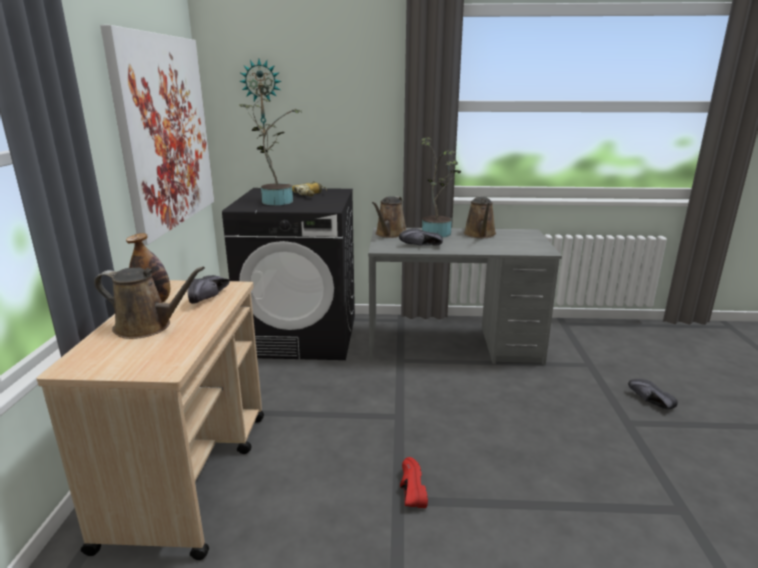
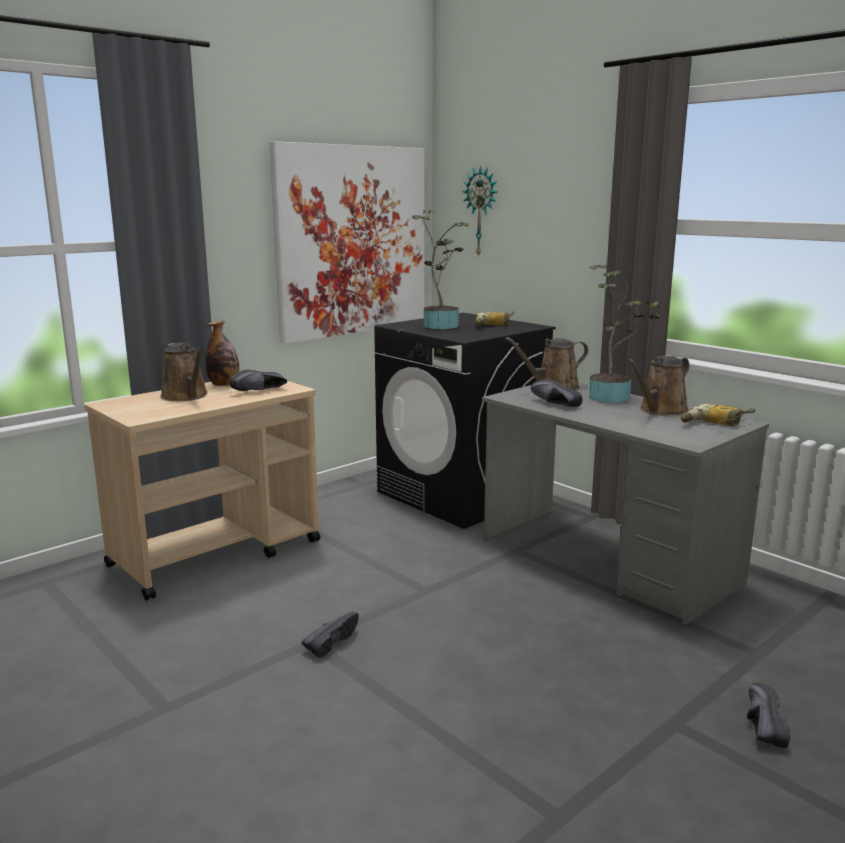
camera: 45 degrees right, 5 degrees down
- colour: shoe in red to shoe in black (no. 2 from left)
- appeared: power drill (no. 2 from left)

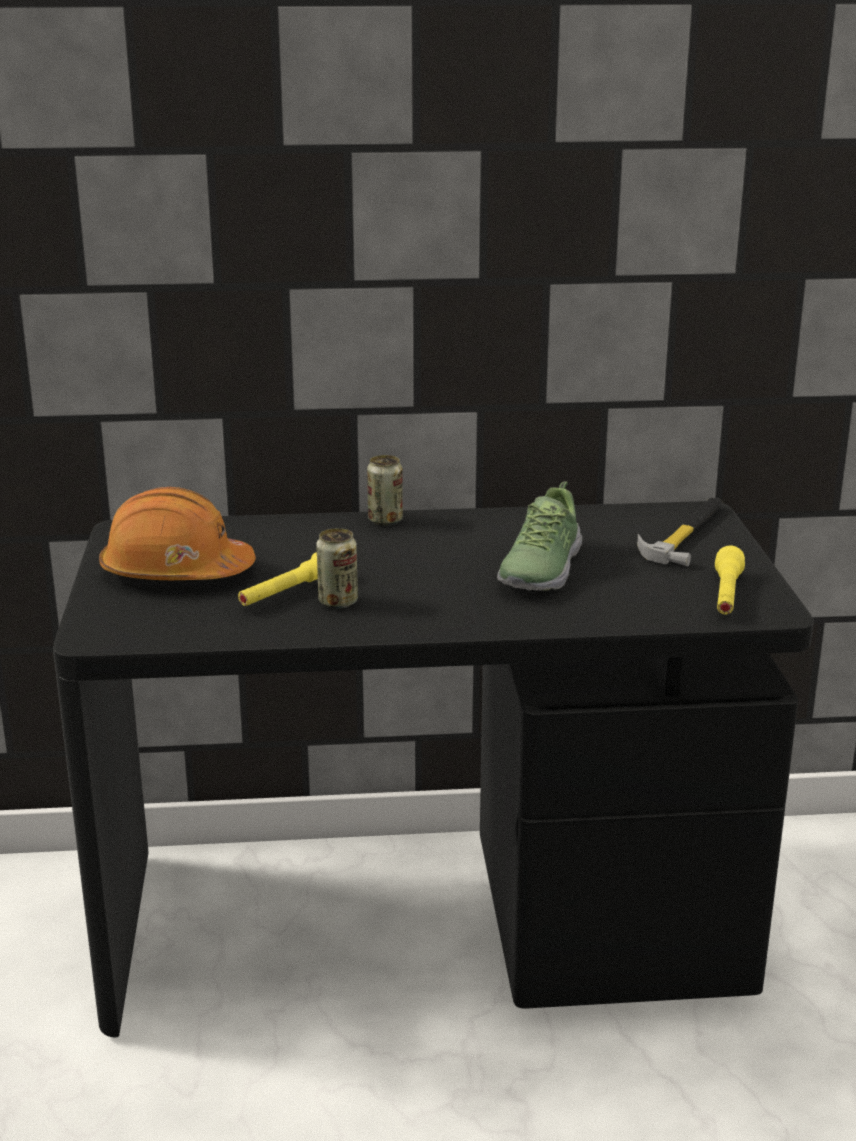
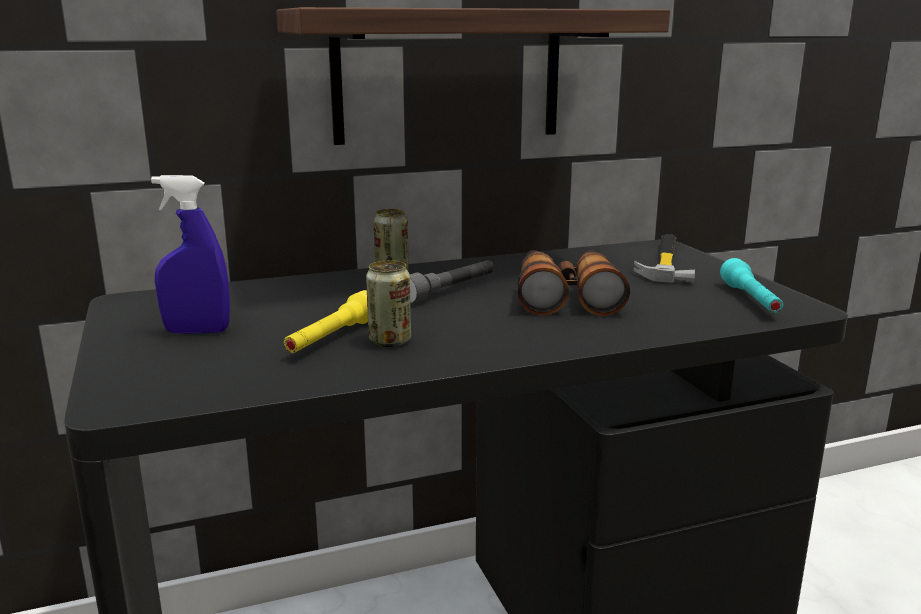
camera: 15 degrees left, 5 degrees down
- exchanged: shoe to binoculars
- exchanged: hard hat in orange to spray bottle in blue
- colour: flashlight in yellow (no. 2 from left) to flashlight in turquoise
- appeared: shelf
- appeared: flashlight in grey

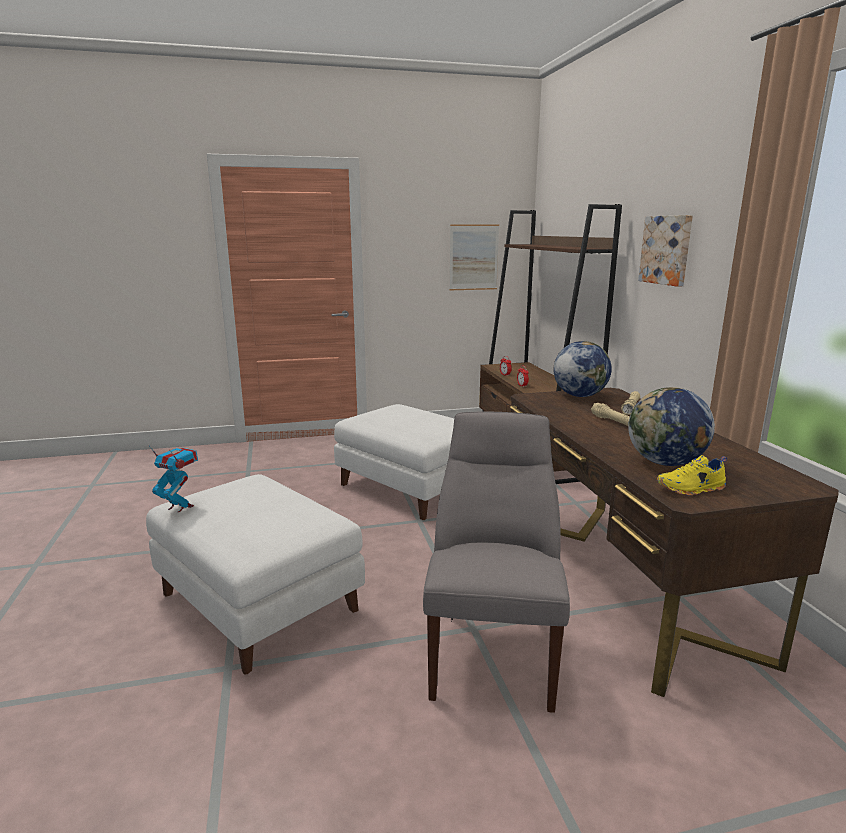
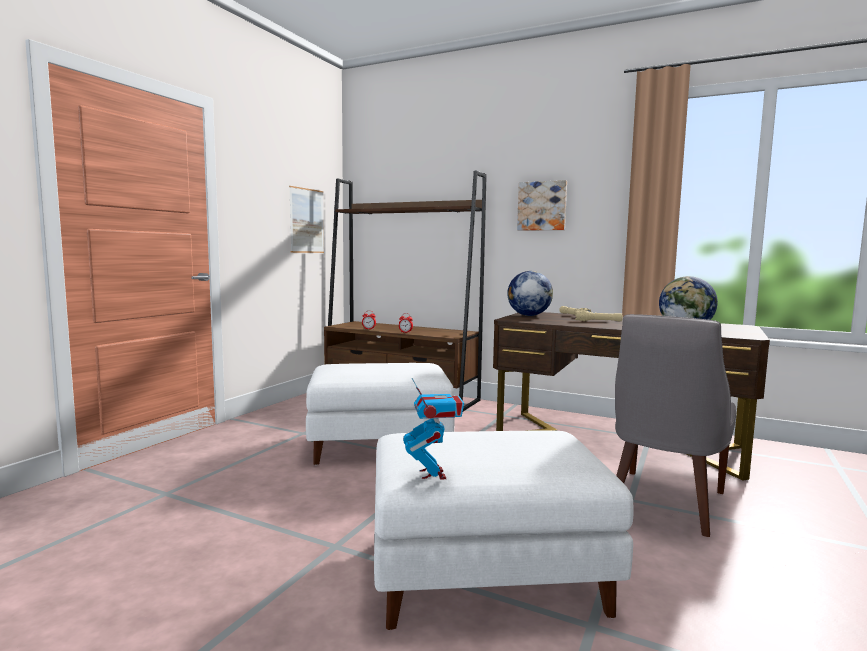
camera: 50 degrees left, 10 degrees down
- spun: chair in grey 105 degrees counterclockwise
- spun: toy robot 105 degrees clockwise
- missing: shoe in yellow

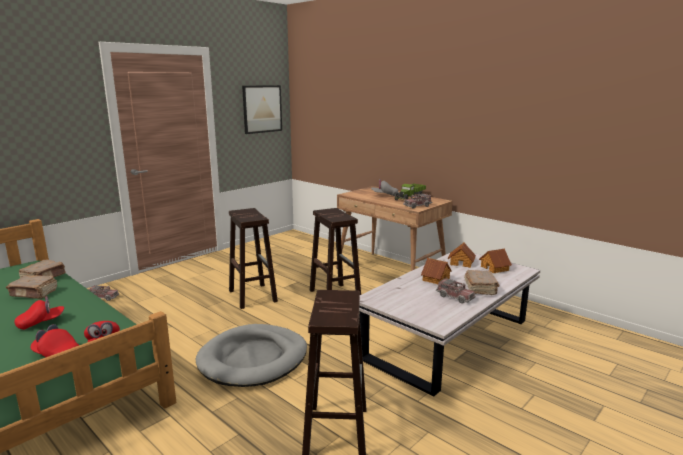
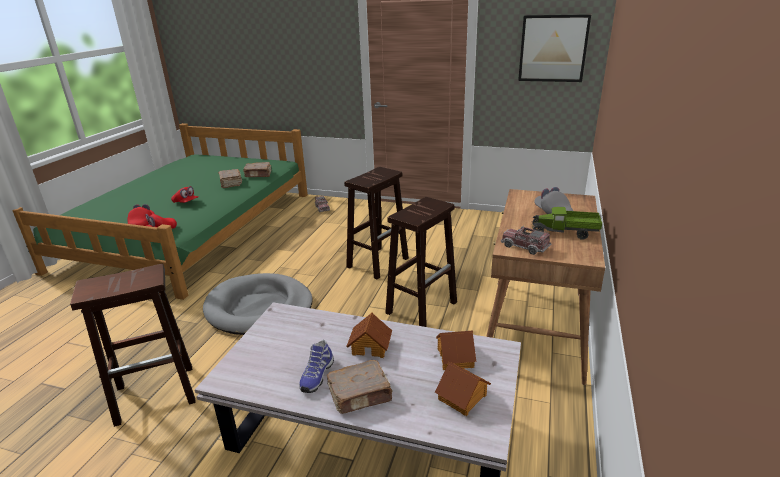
camera: 65 degrees right, 10 degrees up
- exchanged: toy truck (no. 4 from left) to shoe

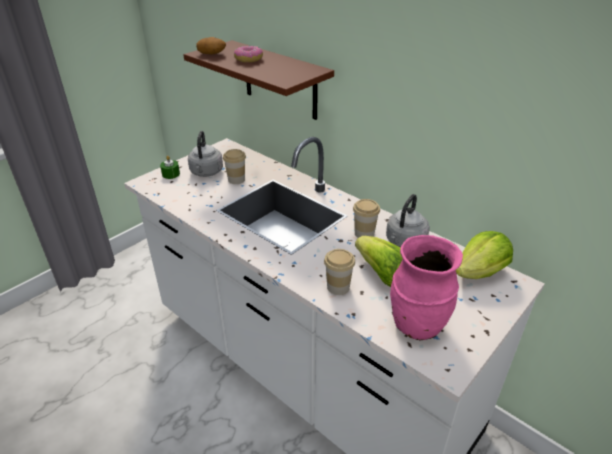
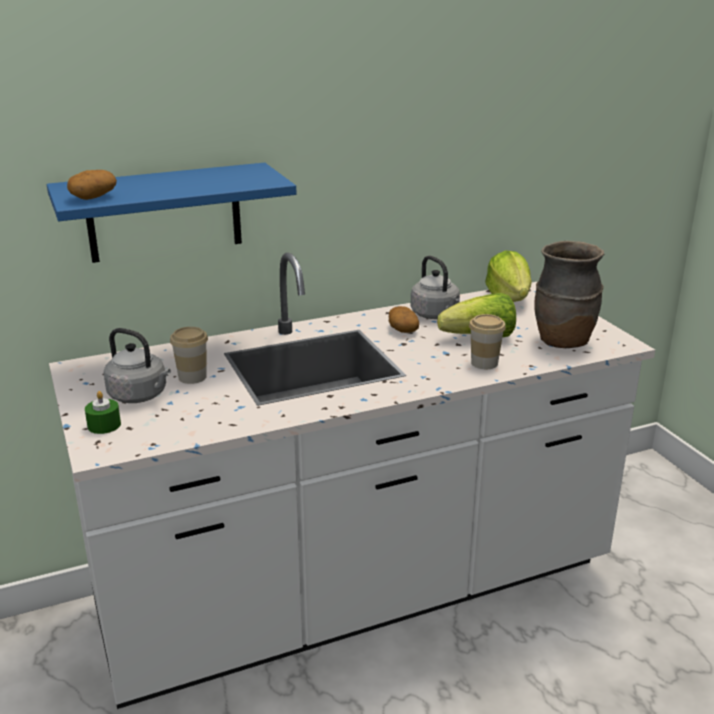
camera: 65 degrees left, 10 degrees down
- colour: shelf in brown to shelf in blue
- missing: donut
- exchanged: cup (no. 3 from left) to potato (no. 2 from left)
- colour: vase in pink to vase in brown

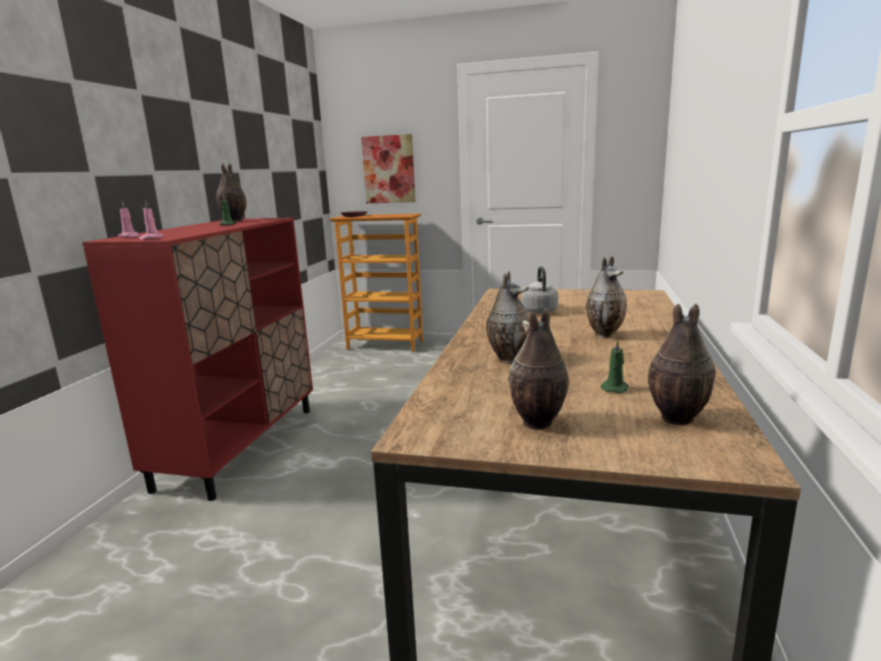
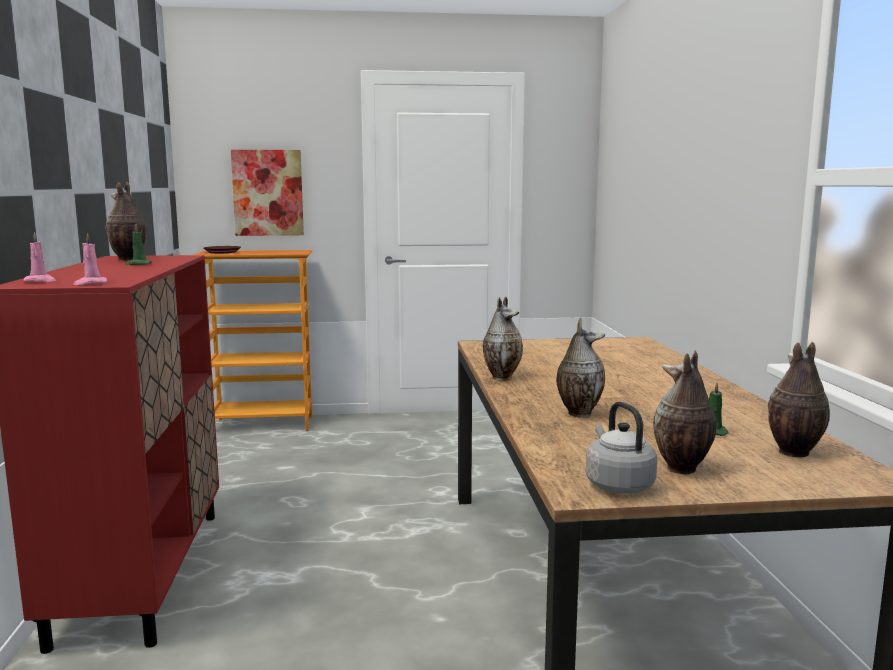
camera: 20 degrees left, 5 degrees down
- relocated: vase (no. 4 from left in the first image) to vase (no. 2 from left)
- relocated: kettle in grey

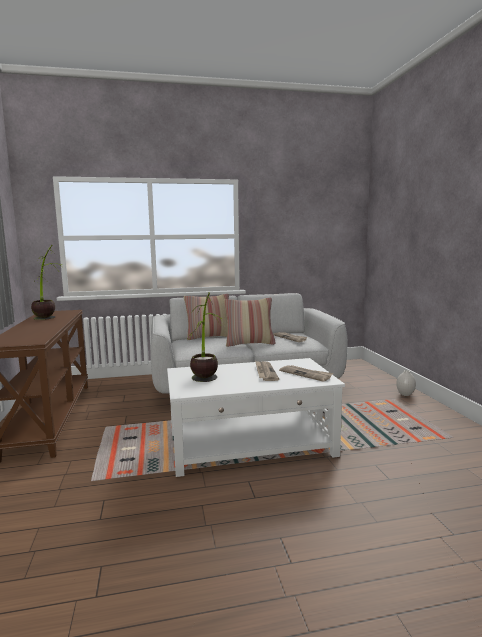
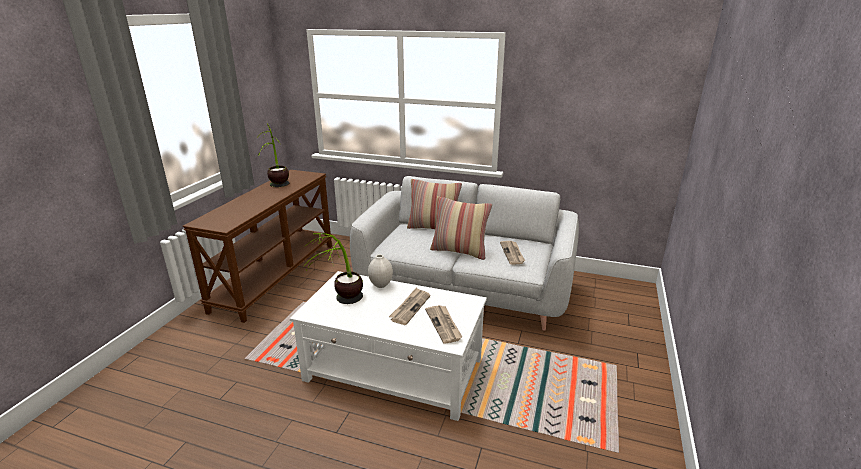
camera: 30 degrees right, 15 degrees up
- relocated: vase in white

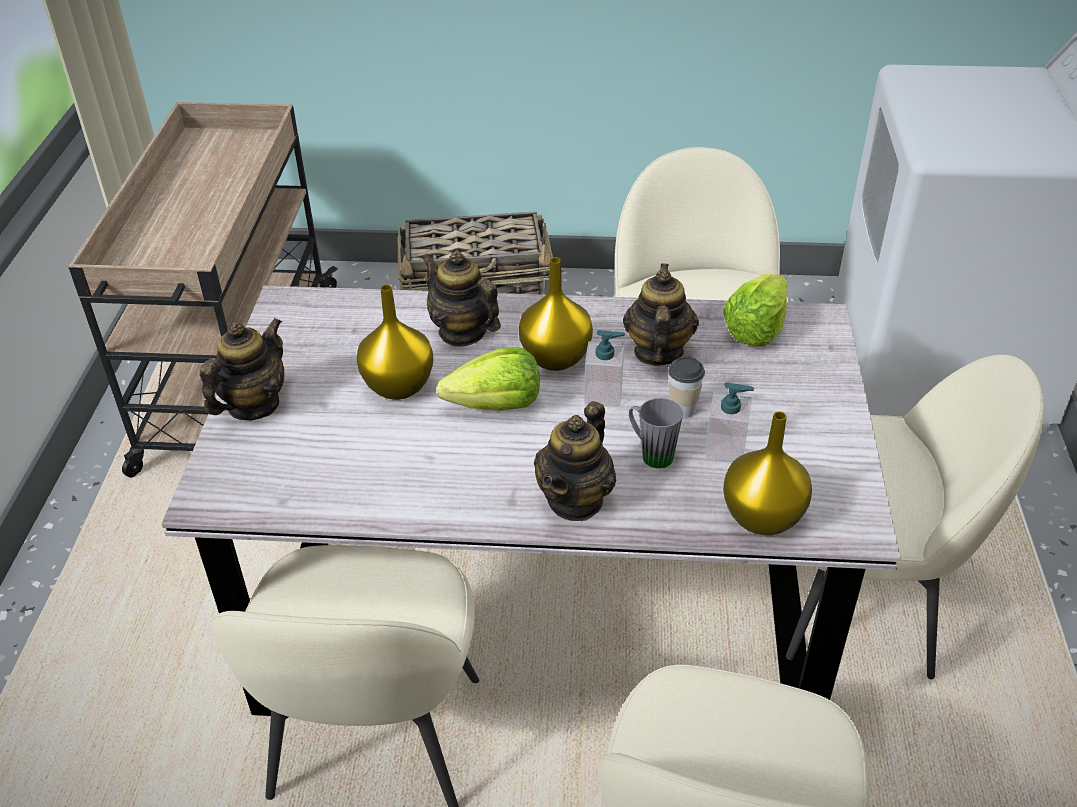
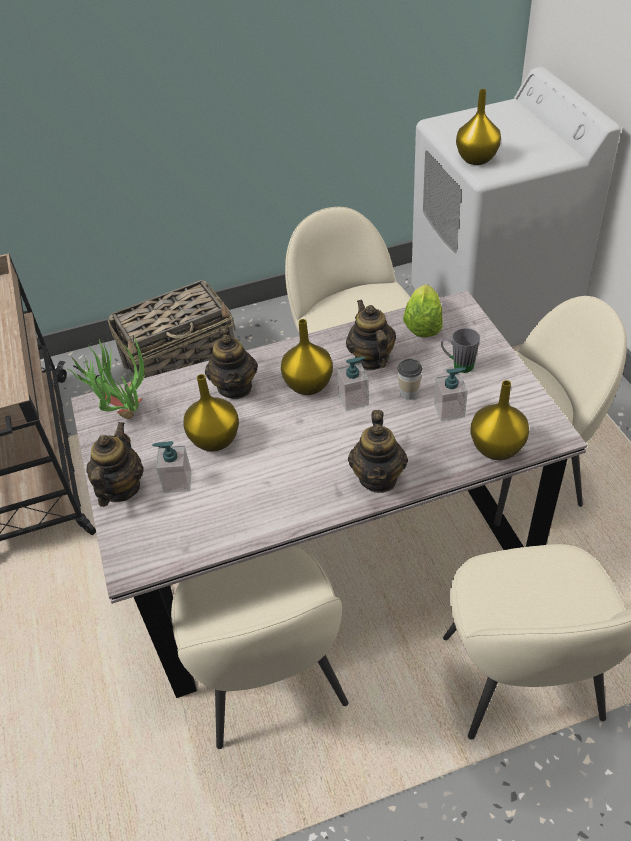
camera: 20 degrees left, 5 degrees up
- spun: teapot (no. 2 from left) 120 degrees counterclockwise
- missing: lettuce (no. 1 from left)
- relocated: mug in grey
- appeared: vase in yellow (no. 3 from left)
- appeared: potted plant
- appeared: soap dispenser (no. 1 from left)

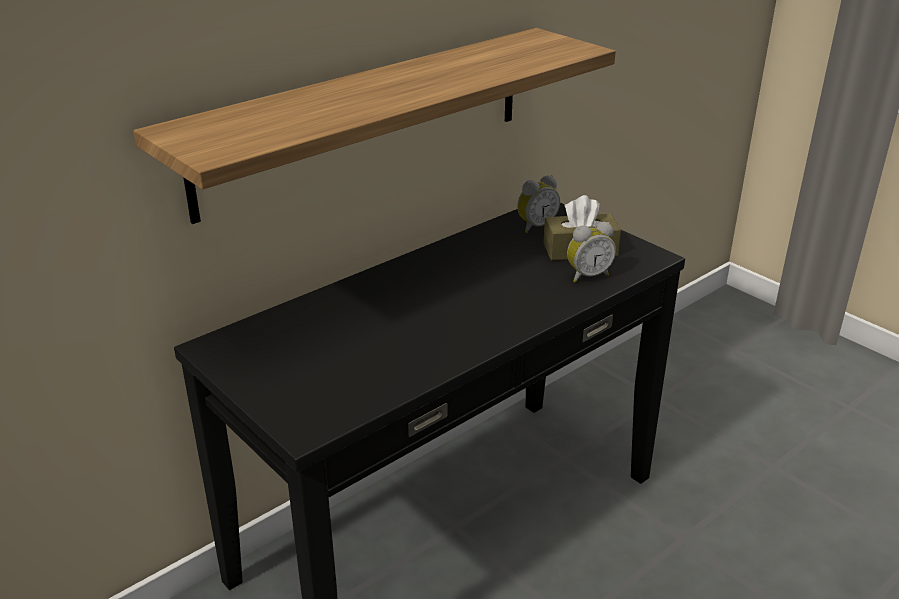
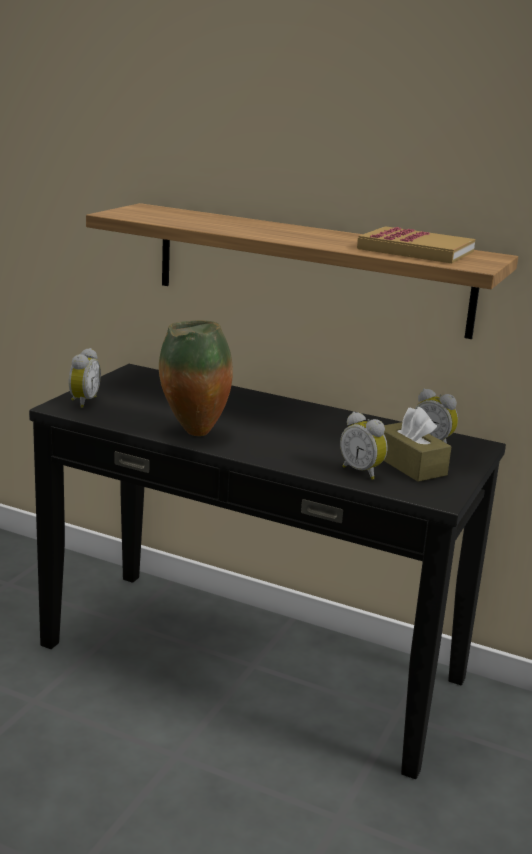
camera: 65 degrees right, 10 degrees down
- appeared: book
- appeared: vase
- appeared: alarm clock (no. 1 from left)

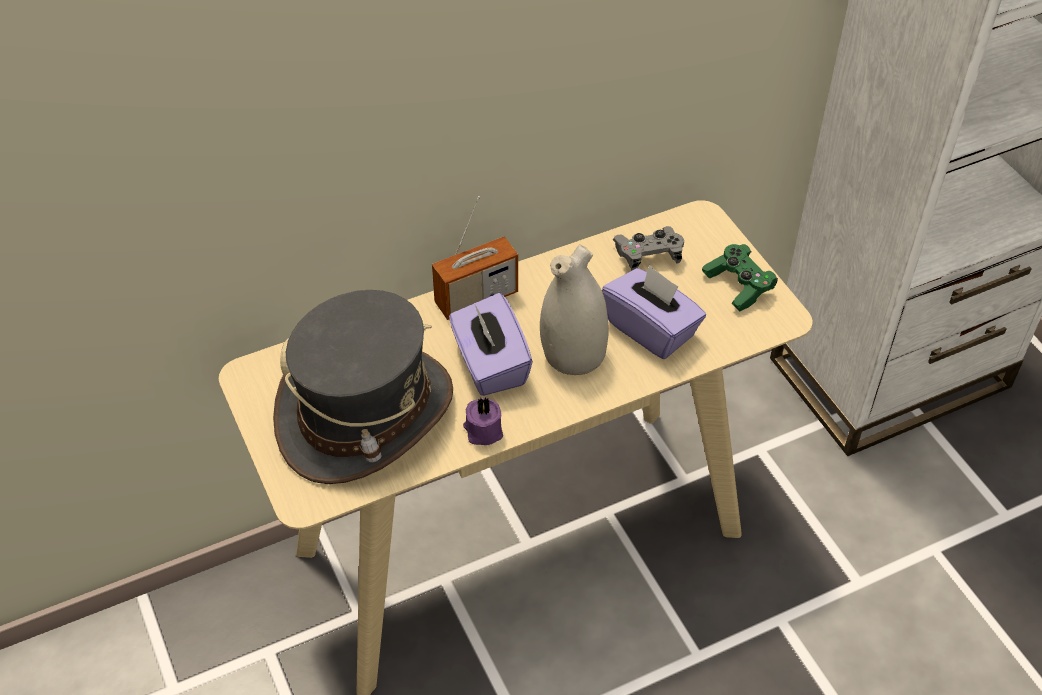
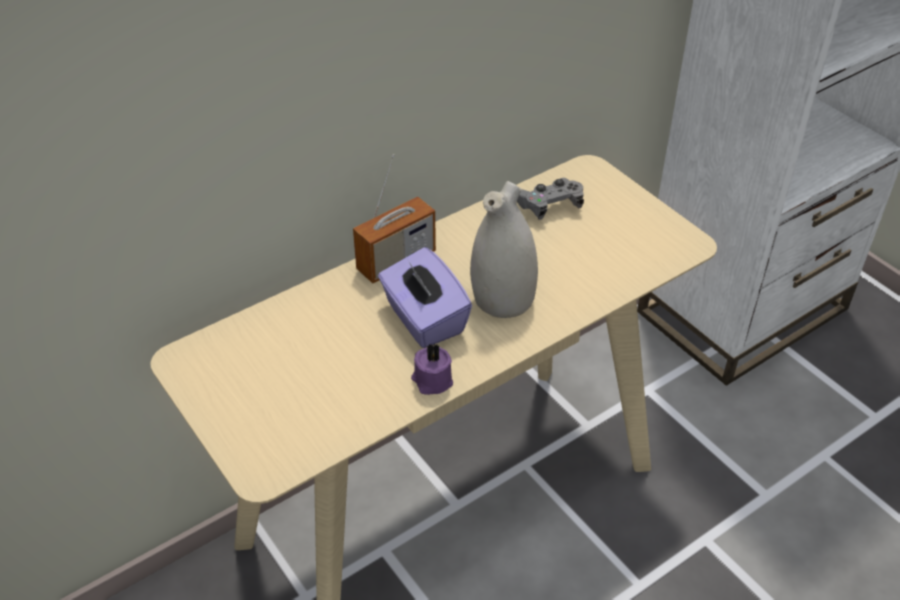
camera: 10 degrees left, 5 degrees down
- missing: game controller in green
- missing: tissue box in purple (no. 2 from left)
- missing: hat in grey

